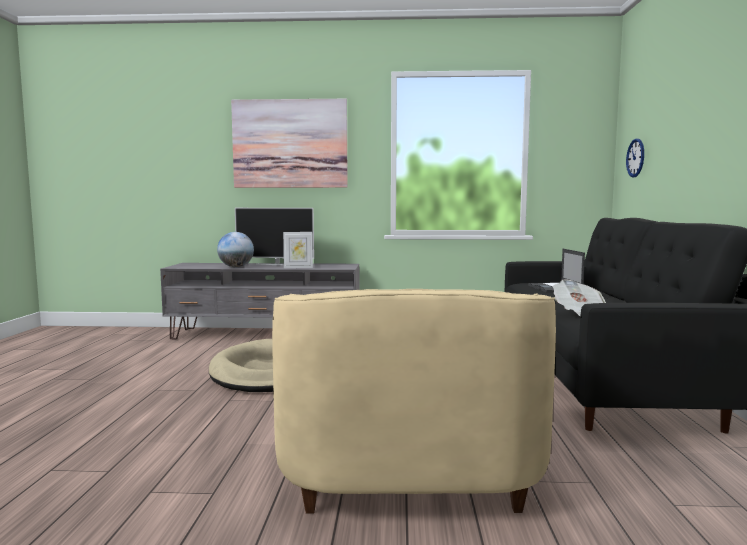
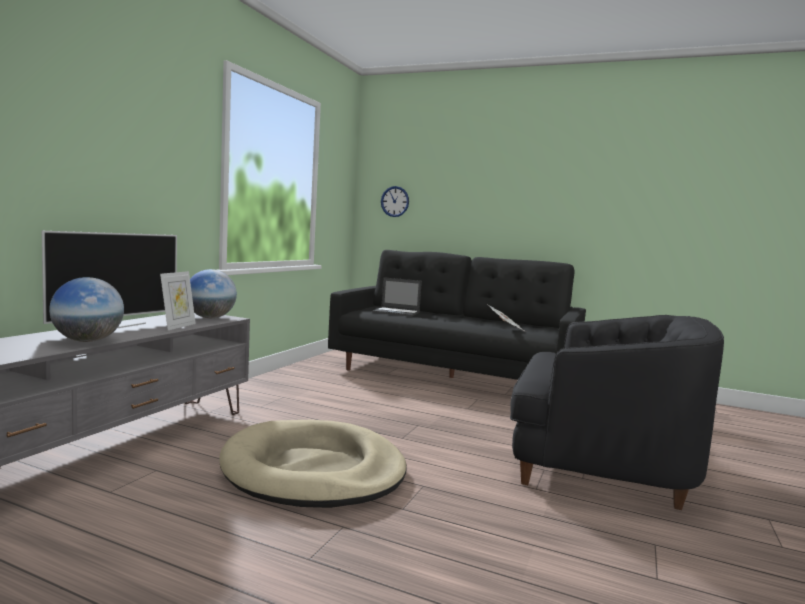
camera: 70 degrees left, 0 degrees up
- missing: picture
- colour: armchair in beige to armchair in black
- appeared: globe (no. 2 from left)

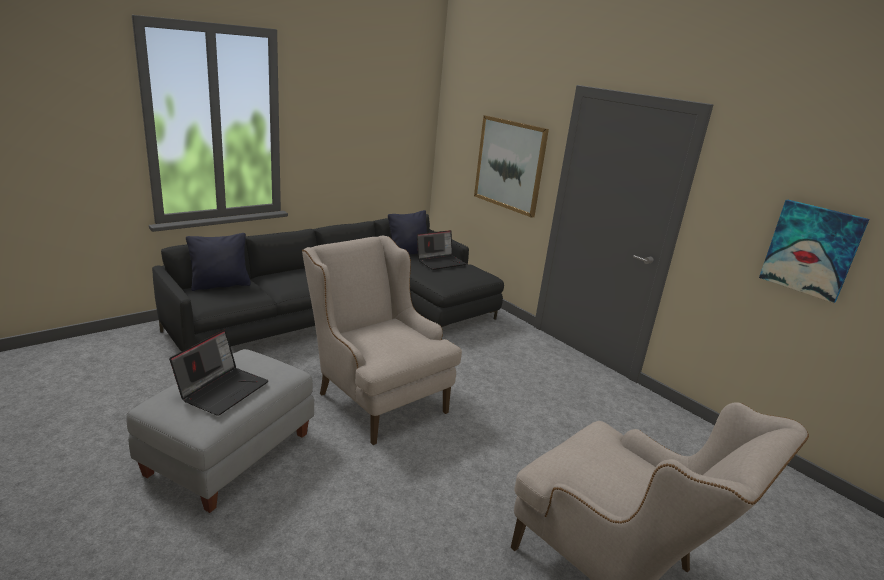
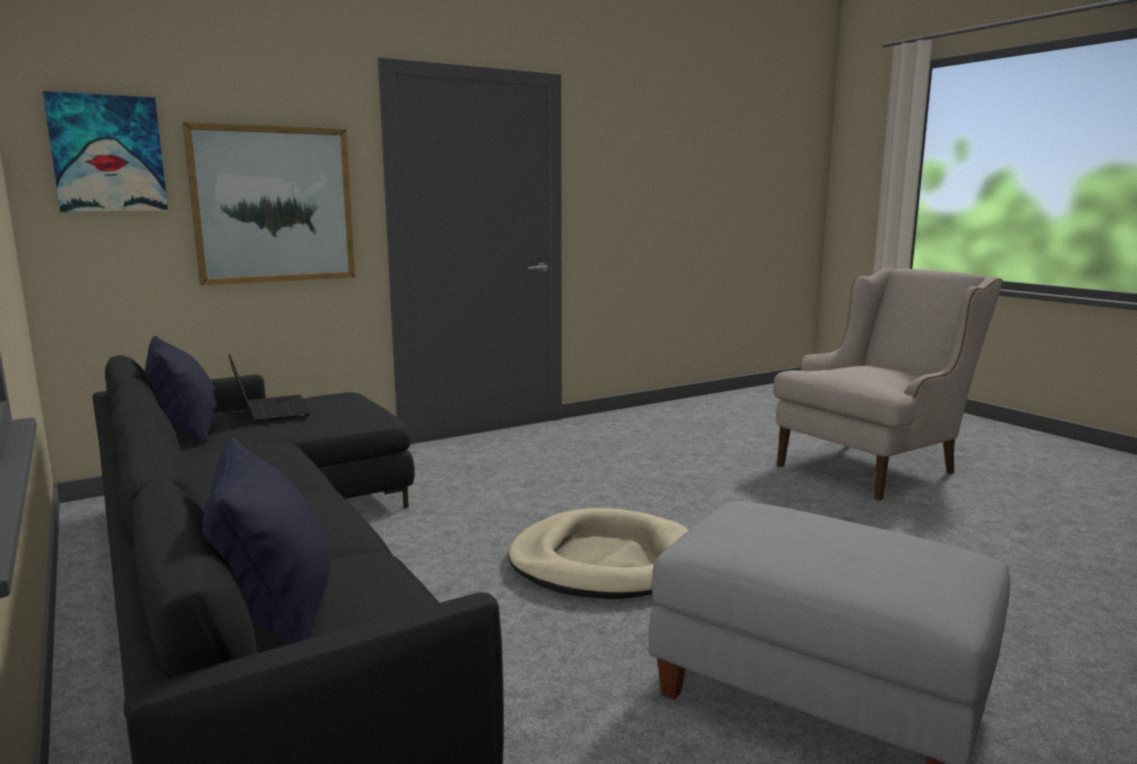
camera: 80 degrees left, 10 degrees down
- relocated: picture (no. 2 from left in the first image) to picture (no. 1 from left)
- exchanged: armchair in beige (no. 1 from left) to dog bed in beige
- missing: laptop (no. 1 from left)

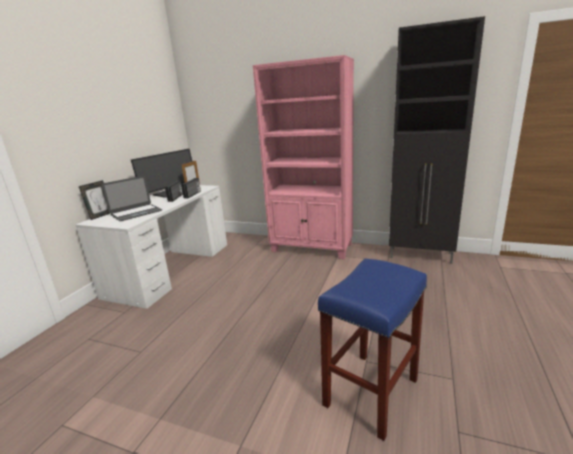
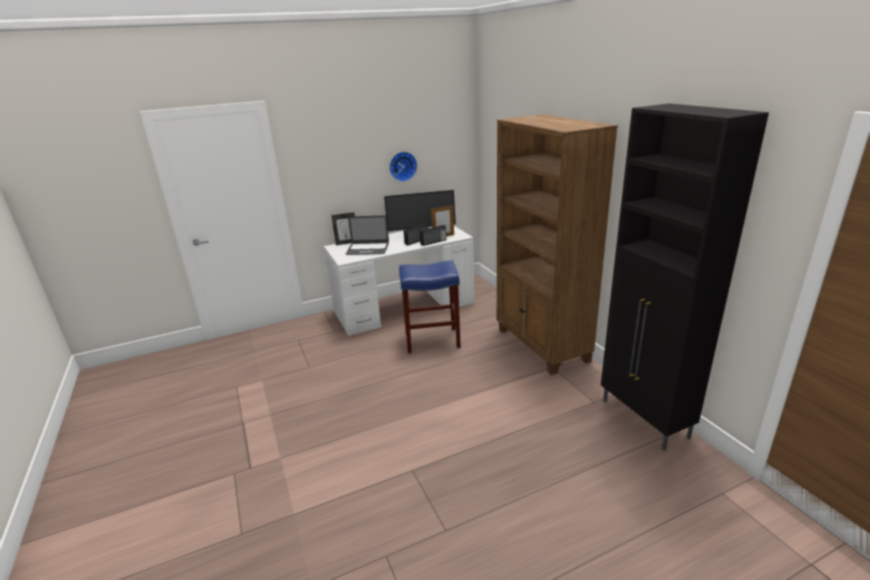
camera: 45 degrees right, 5 degrees up
- colour: bookcase in pink to bookcase in brown
- relocated: stool in blue
- appeared: wall clock

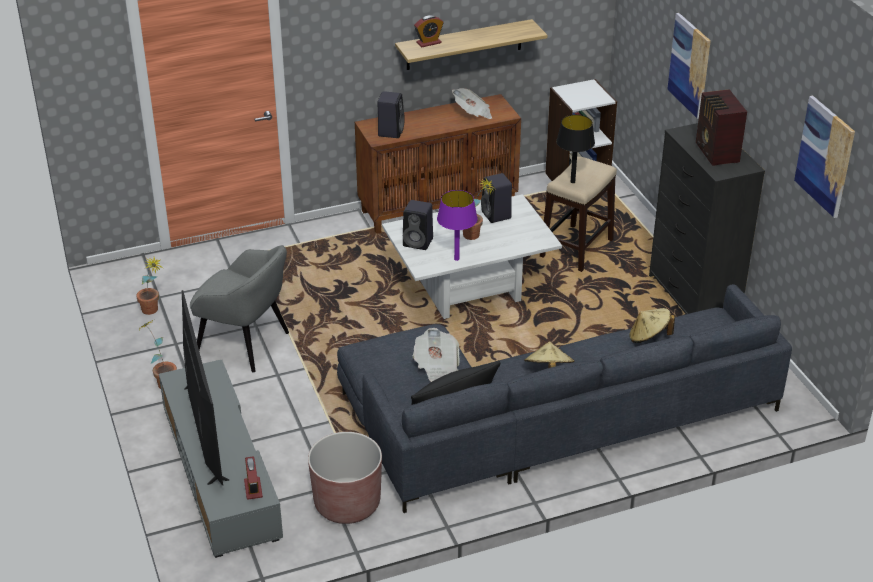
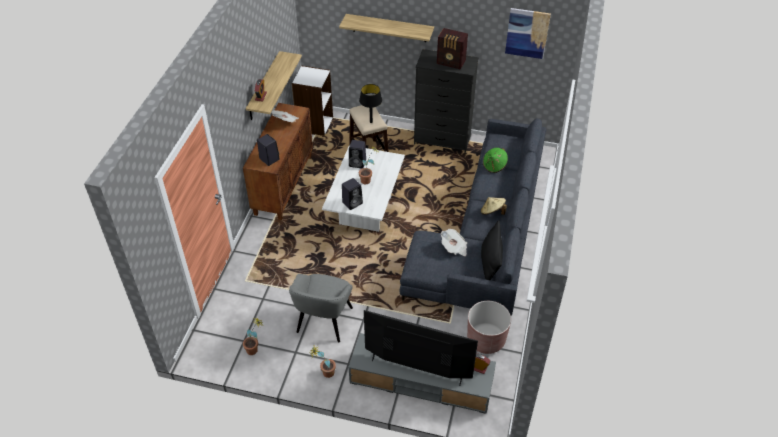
camera: 55 degrees left, 10 degrees up
- exchanged: picture (no. 1 from left) to shelf (no. 2 from left)
- missing: table lamp in purple
- spun: armchair in grey 135 degrees clockwise
- colour: hat in beige (no. 2 from left) to hat in green

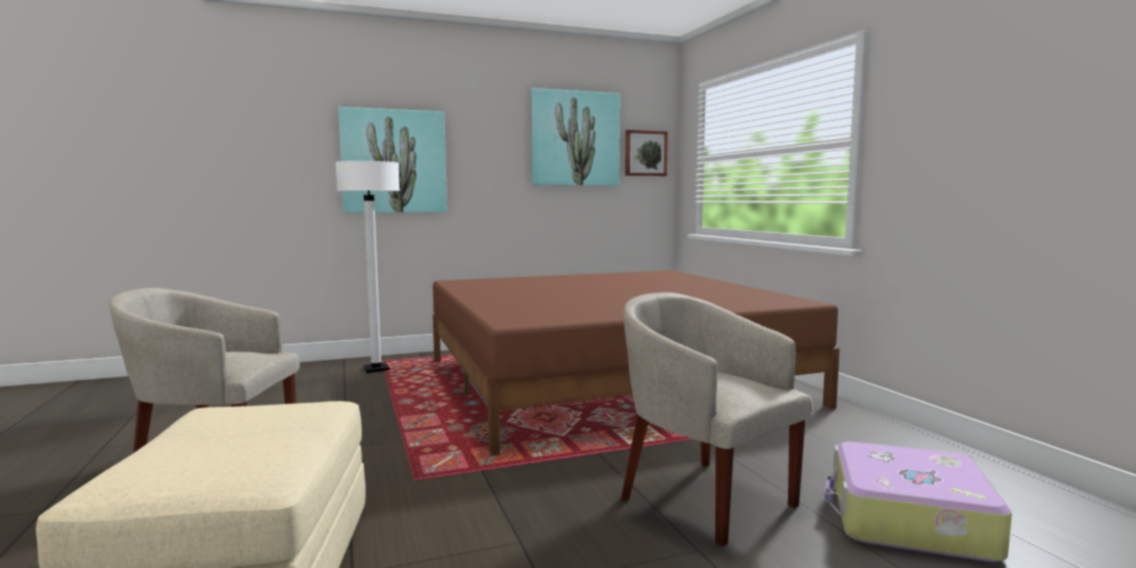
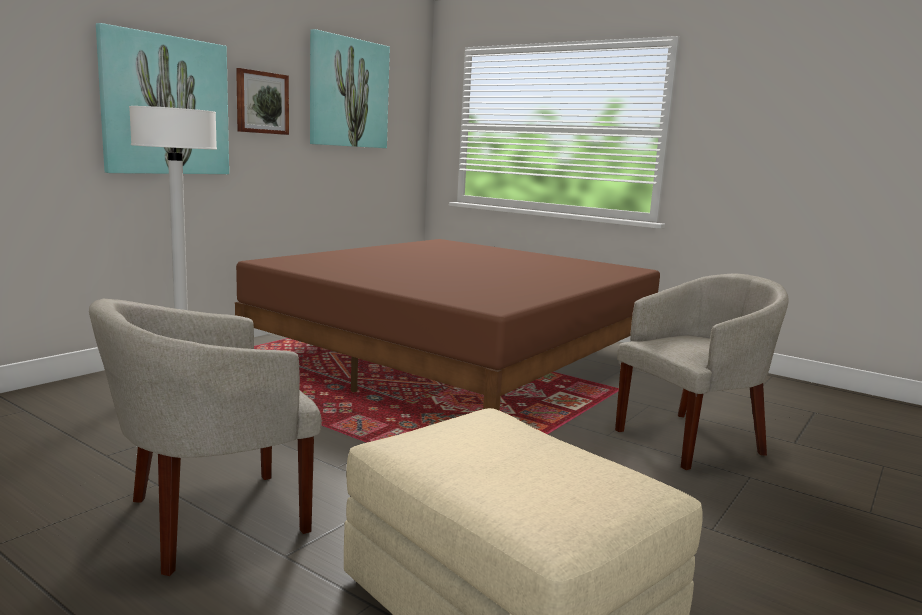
camera: 35 degrees left, 5 degrees up
- relocated: picture (no. 3 from left in the first image) to picture (no. 2 from left)
- spun: armchair in beige (no. 2 from left) 135 degrees clockwise
- missing: suitcase

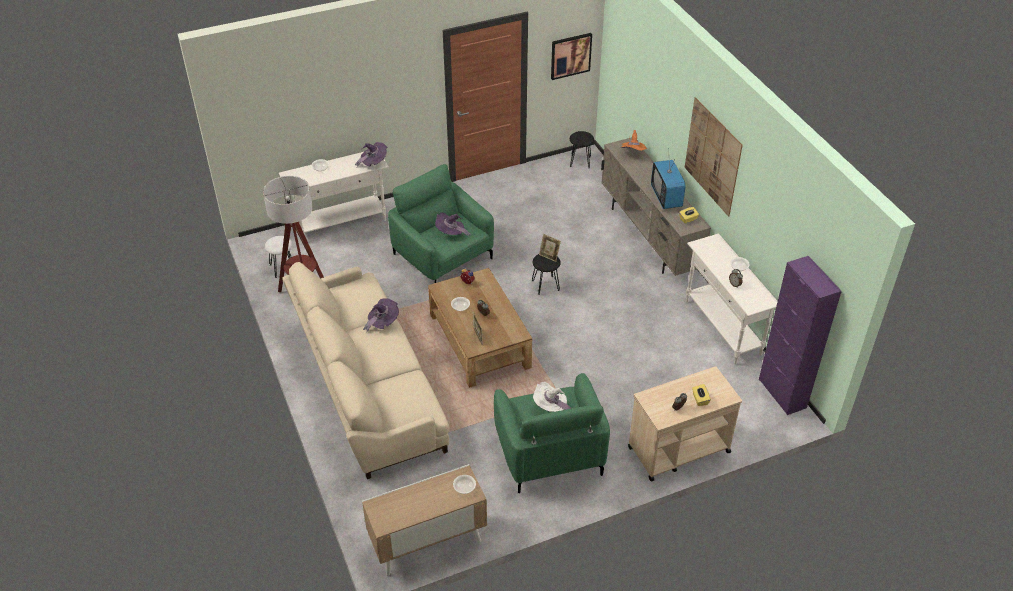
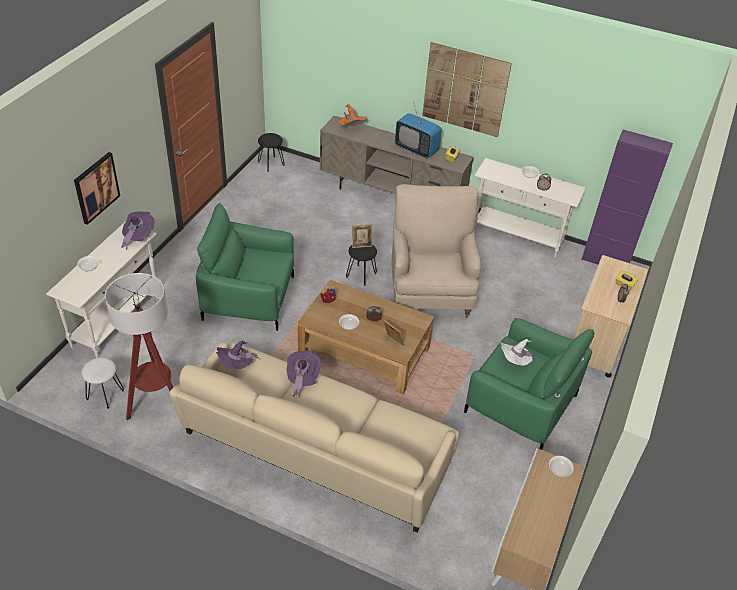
camera: 45 degrees left, 0 degrees up
- relocated: picture (no. 1 from left)
- relocated: hat in purple (no. 3 from left in the first image) to hat in purple (no. 2 from left)
- appeared: armchair in beige

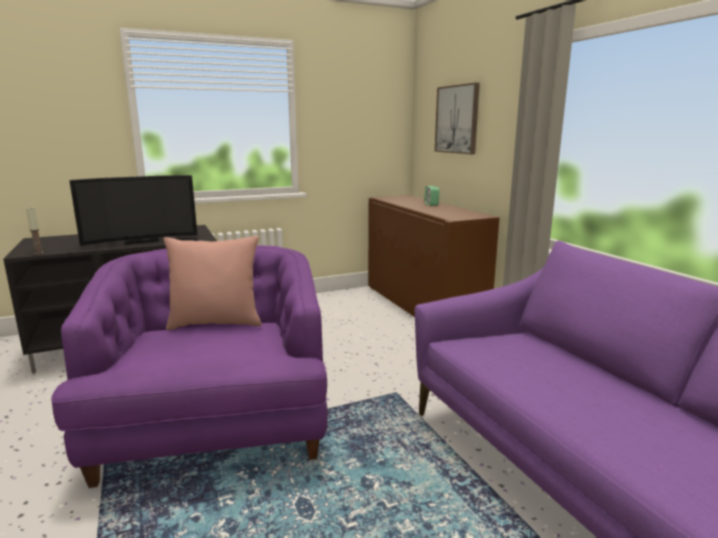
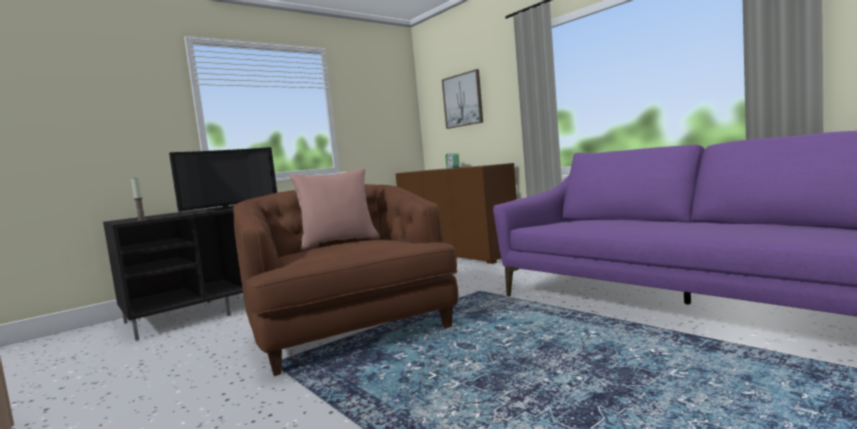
camera: 15 degrees left, 10 degrees down
- colour: armchair in purple to armchair in brown

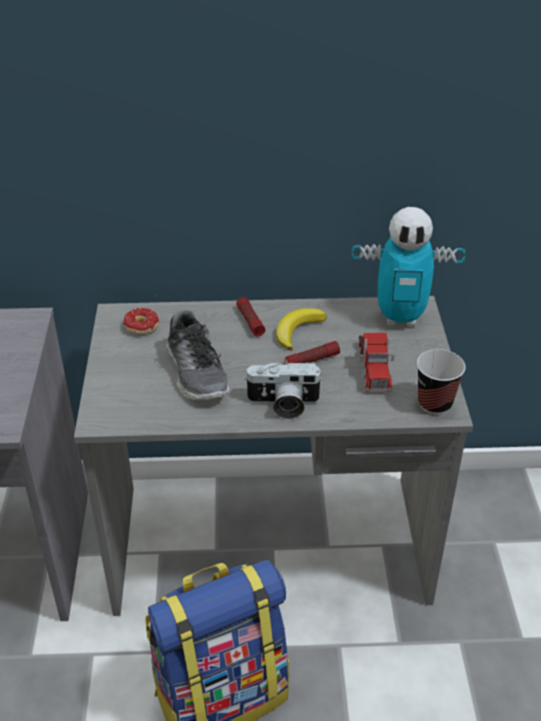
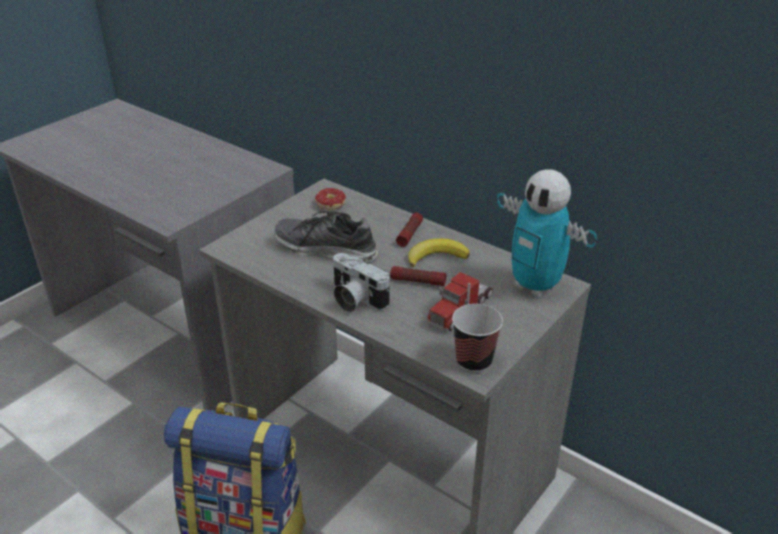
camera: 40 degrees right, 5 degrees down
- spun: shoe 90 degrees clockwise

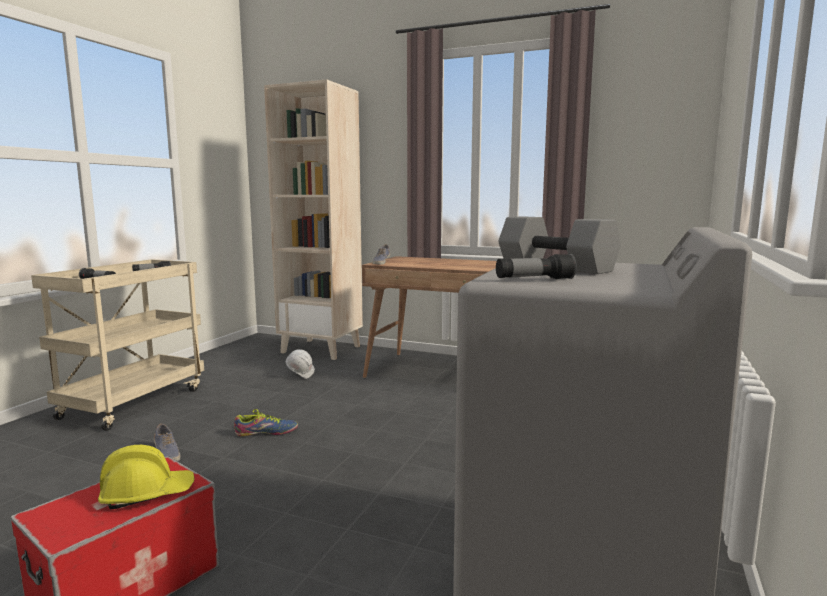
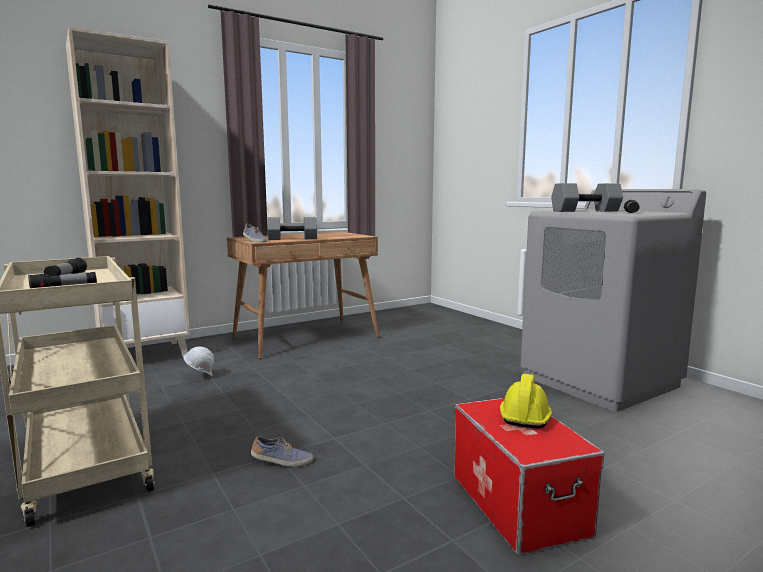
camera: 55 degrees left, 0 degrees up
- missing: shoe (no. 2 from left)
- appeared: dumbbell in grey (no. 1 from left)

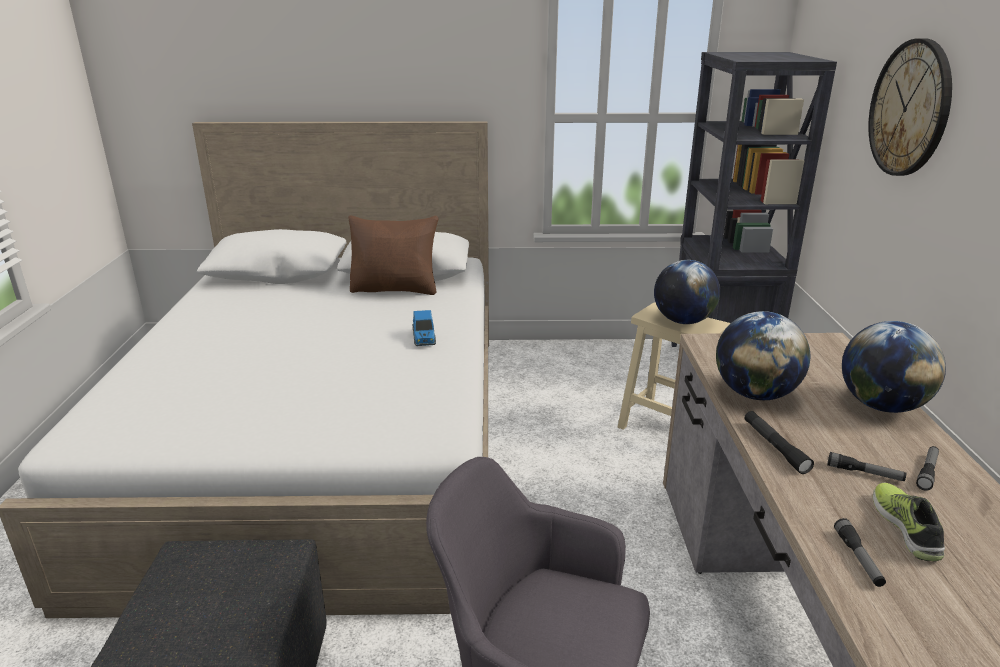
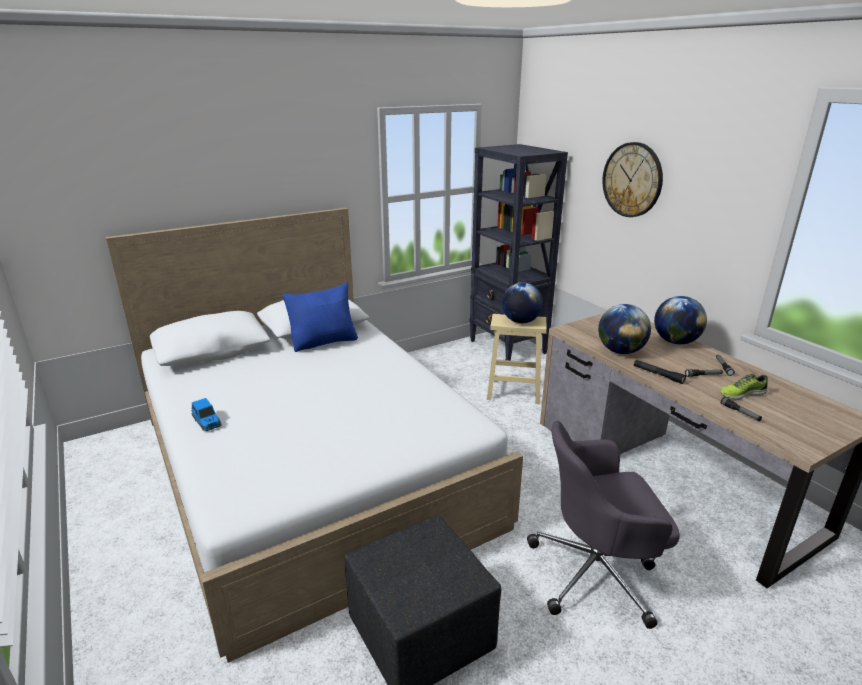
camera: 30 degrees left, 0 degrees up
- colour: pillow in brown to pillow in blue
- relocated: toy car
- spun: shoe 75 degrees counterclockwise

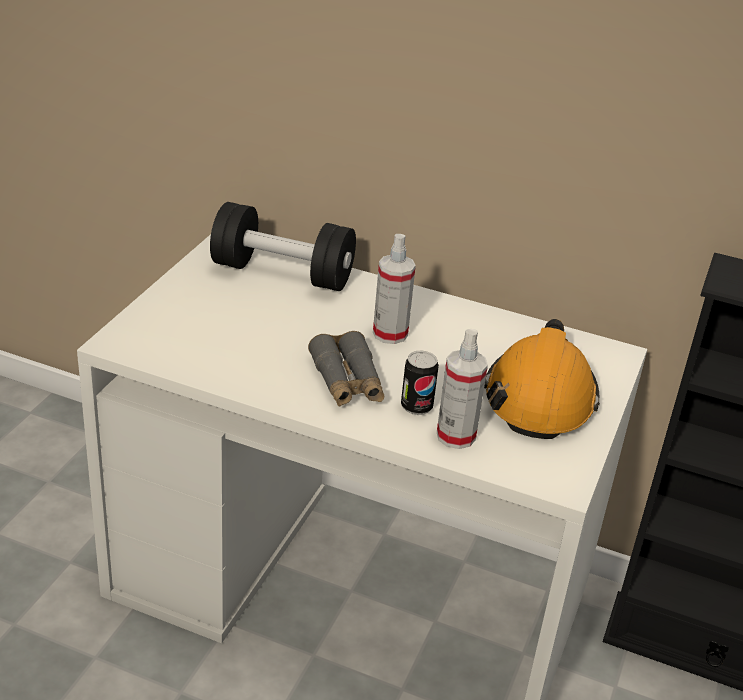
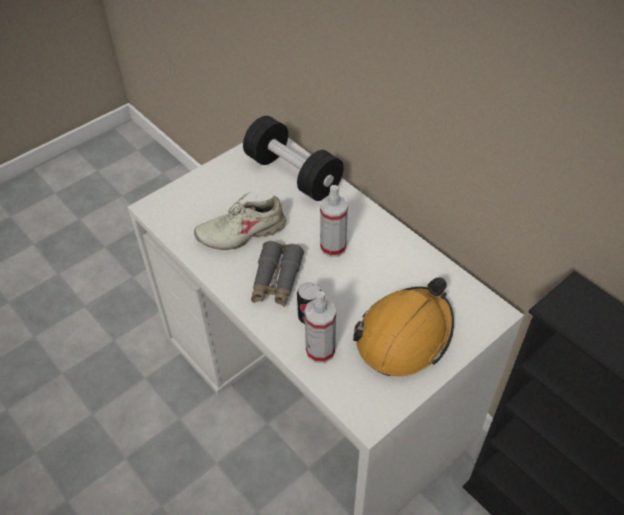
camera: 30 degrees right, 15 degrees up
- appeared: shoe in beige

